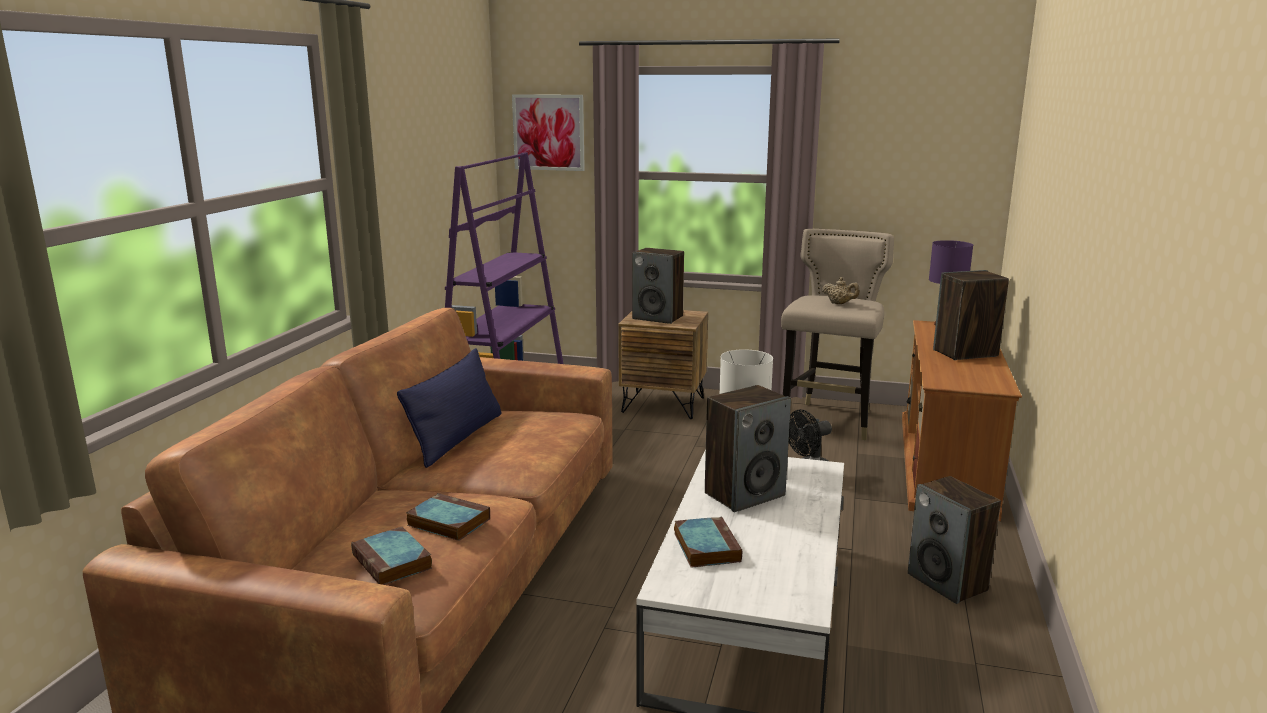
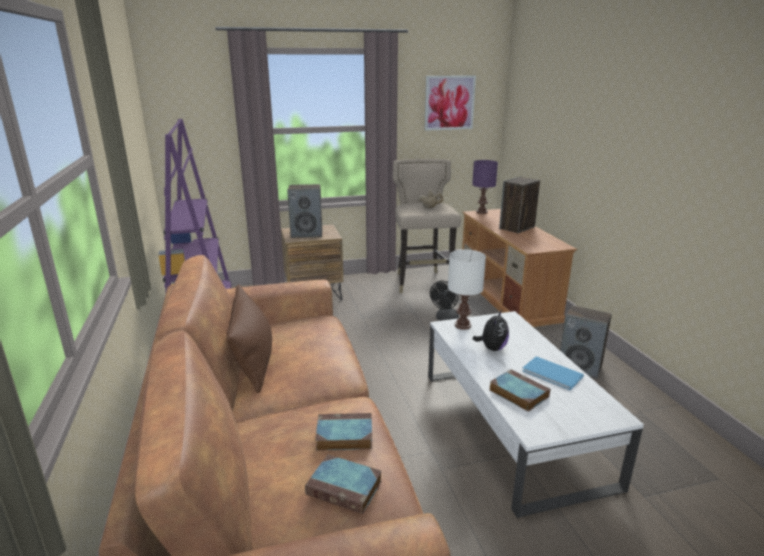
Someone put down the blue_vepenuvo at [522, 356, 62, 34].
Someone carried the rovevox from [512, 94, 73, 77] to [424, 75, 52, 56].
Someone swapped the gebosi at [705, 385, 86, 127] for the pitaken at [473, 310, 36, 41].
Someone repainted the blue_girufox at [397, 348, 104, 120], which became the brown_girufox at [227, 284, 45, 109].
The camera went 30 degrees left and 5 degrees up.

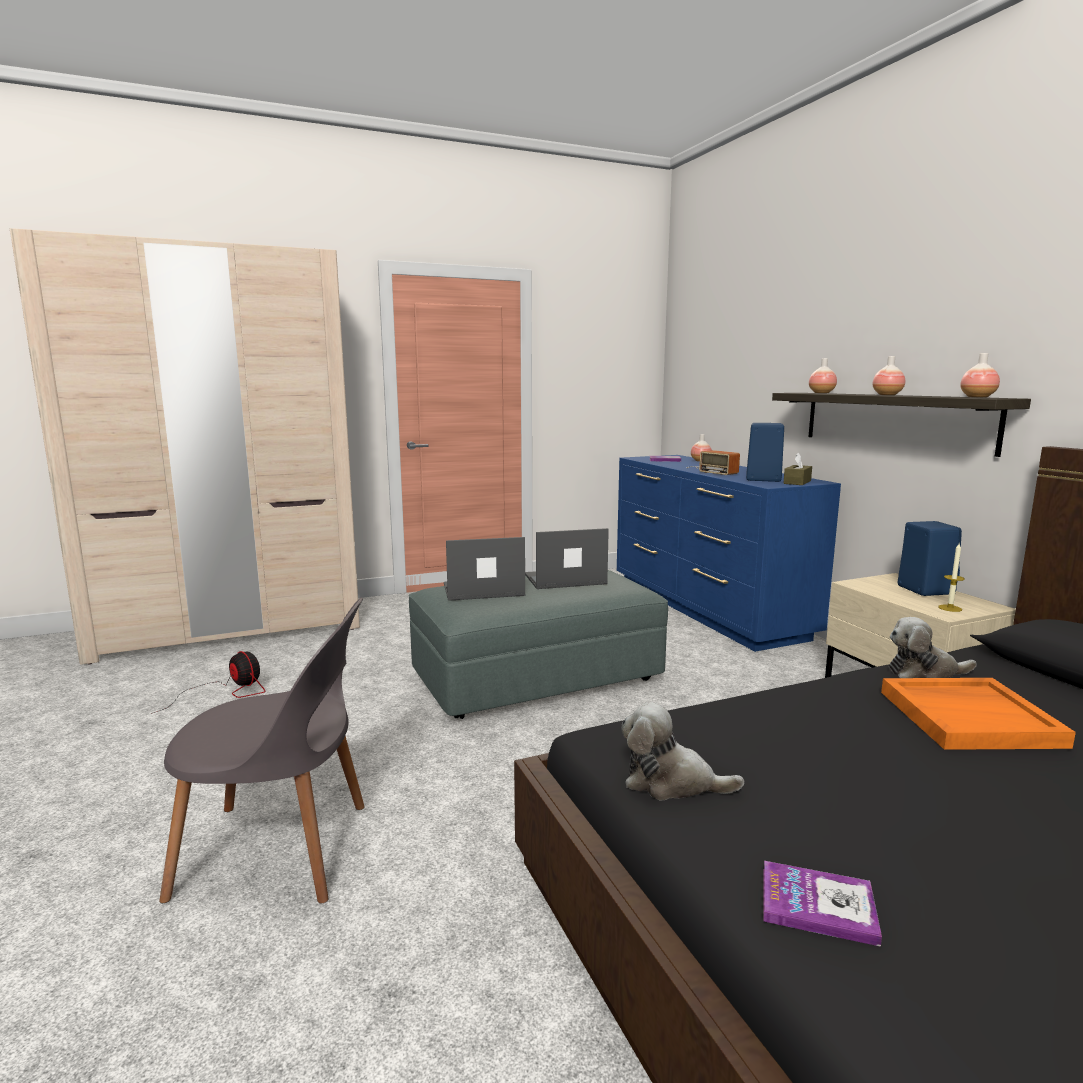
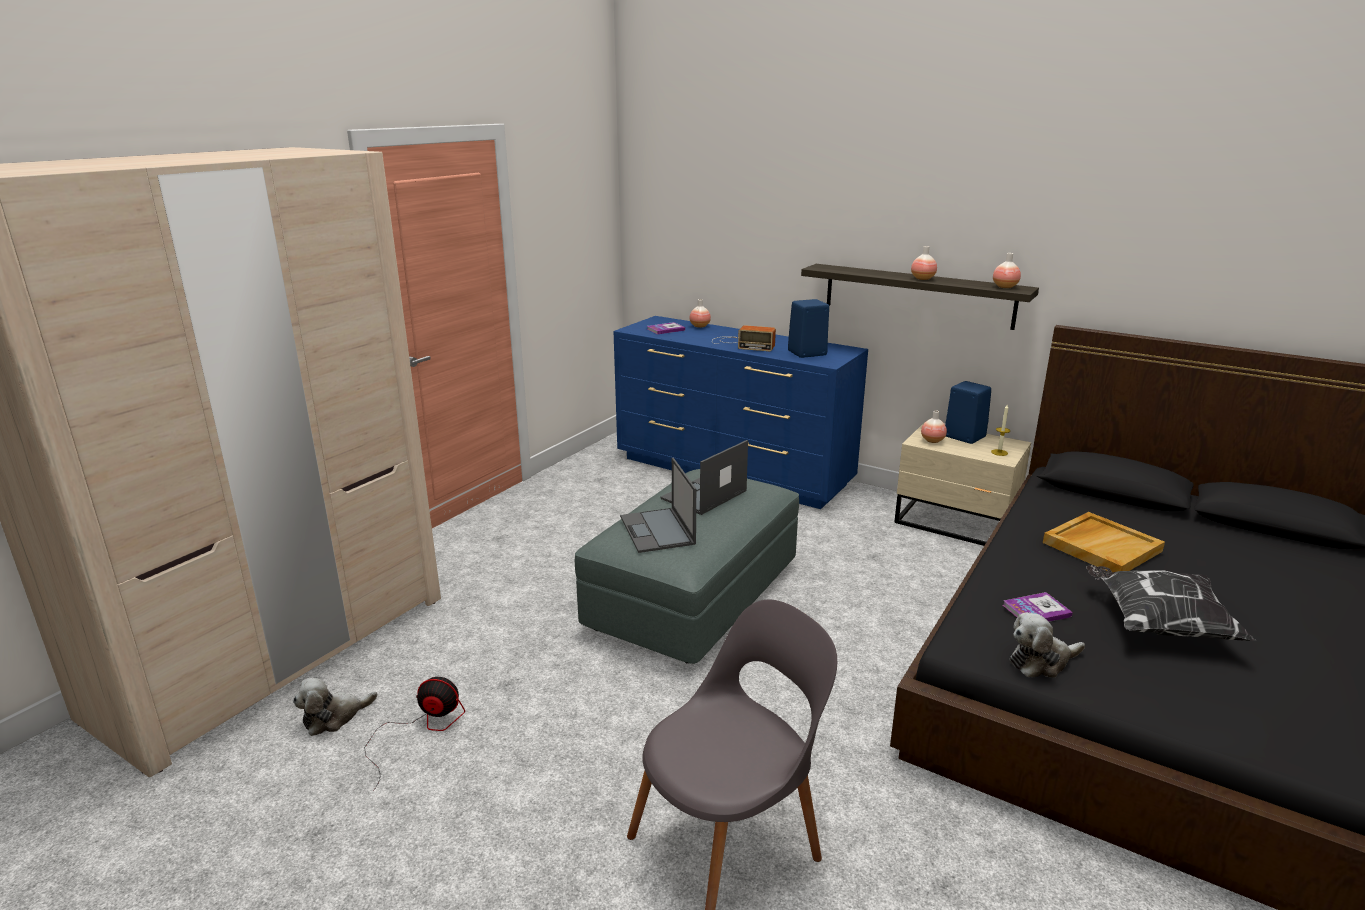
Someone took away the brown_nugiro at [783, 452, 29, 33].
Someone put down the girufox at [1086, 565, 170, 76].
Someone carried the vepenuvo from [764, 861, 118, 86] to [1003, 592, 70, 30].
Someone carried the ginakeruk from [809, 358, 28, 35] to [921, 410, 26, 33].
Someone carried the pitaken from [889, 617, 88, 61] to [293, 678, 84, 58].
Someone repainted the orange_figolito at [881, 678, 195, 72], which became the beige_figolito at [1043, 512, 122, 60].
Someone rotated the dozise at [444, 537, 81, 64] by 60 degrees counterclockwise.
The camera went 35 degrees left and 10 degrees up.

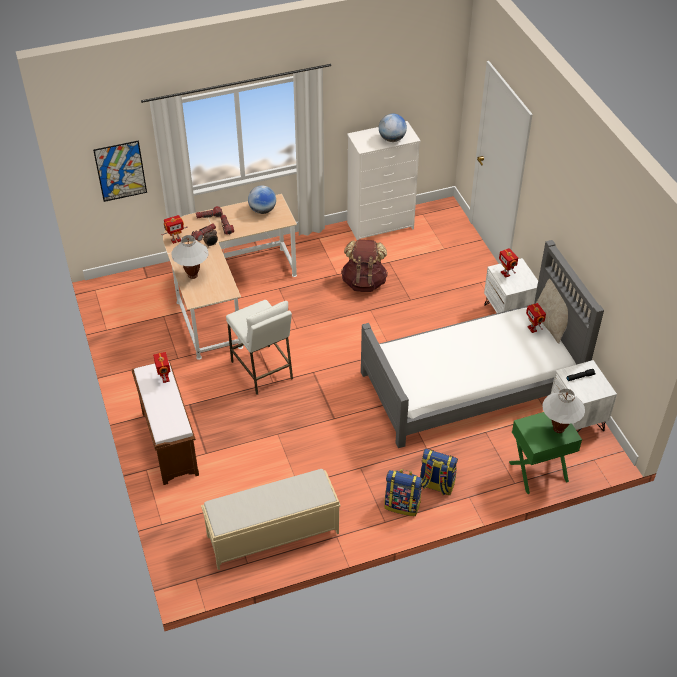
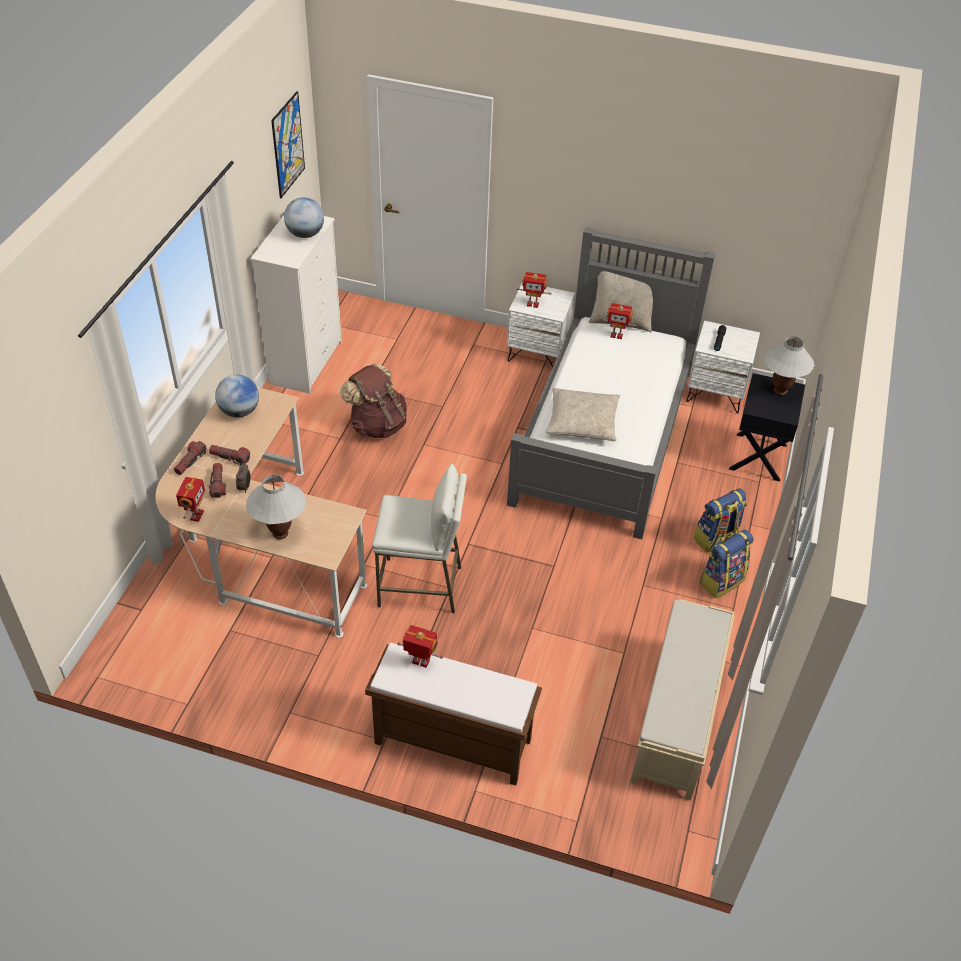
Someone put down the beige_girufox at [546, 388, 74, 53].
Someone carried the rovevox from [93, 140, 54, 62] to [271, 91, 34, 107].
Someone repainted the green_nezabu at [509, 412, 73, 82], which became the black_nezabu at [729, 373, 76, 108].
The camera went 55 degrees left and 0 degrees up.

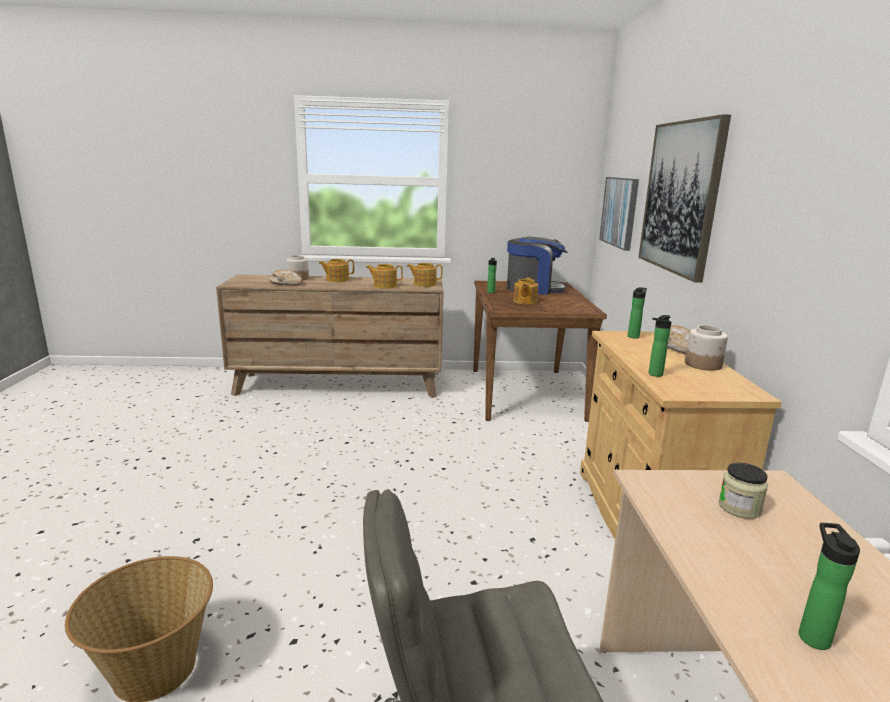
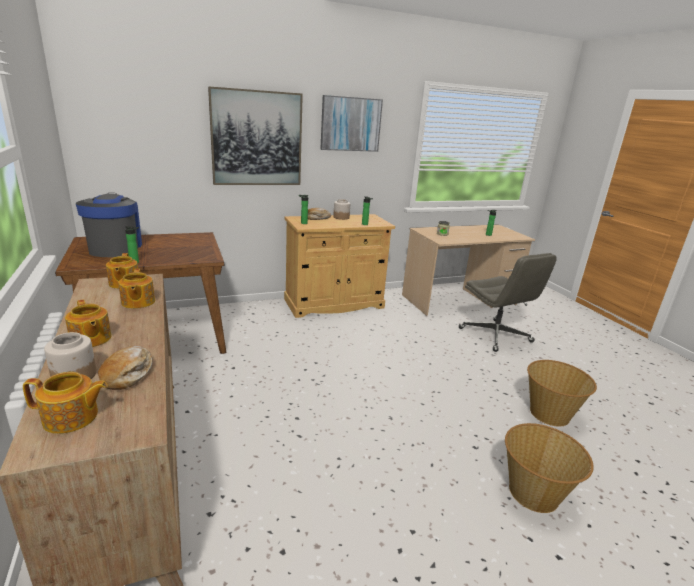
Someone put down the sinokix at [505, 423, 89, 90].
Someone carried the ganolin from [513, 277, 25, 27] to [23, 372, 85, 62].
Someone carried the rovevox from [599, 177, 40, 74] to [320, 95, 63, 57].
The camera went 110 degrees left and 5 degrees up.

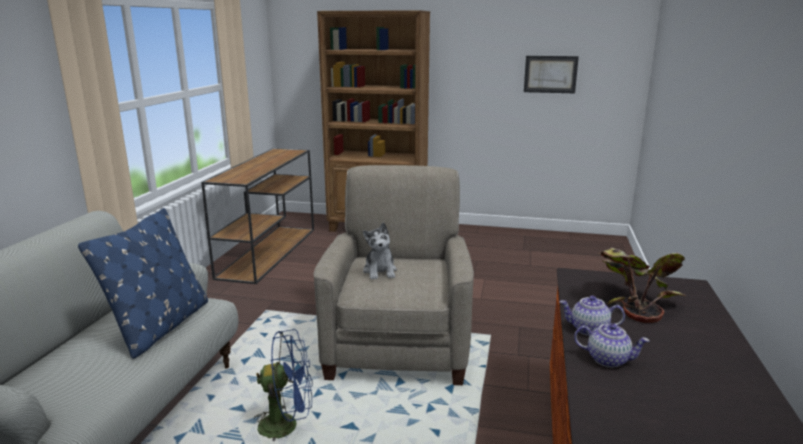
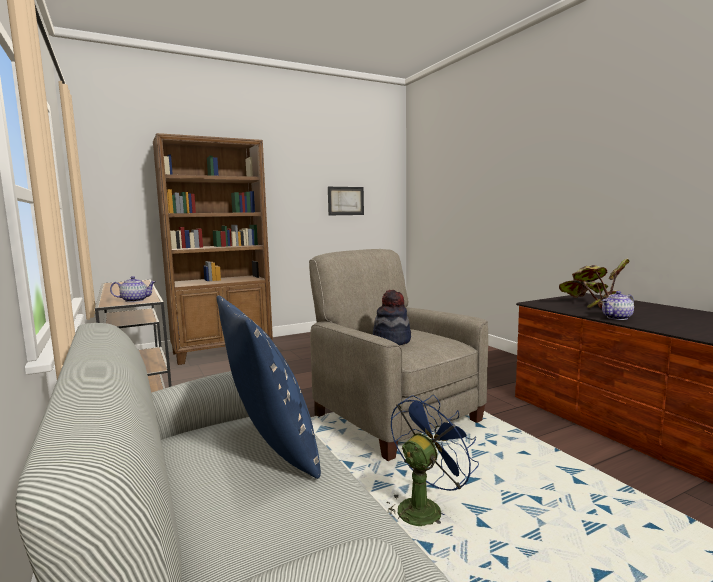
Someone carried the ganolin from [574, 323, 76, 45] to [110, 276, 46, 26].
Someone swapped the pitaken at [363, 222, 34, 58] for the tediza at [373, 290, 38, 55].
The camera went 40 degrees left and 10 degrees down.

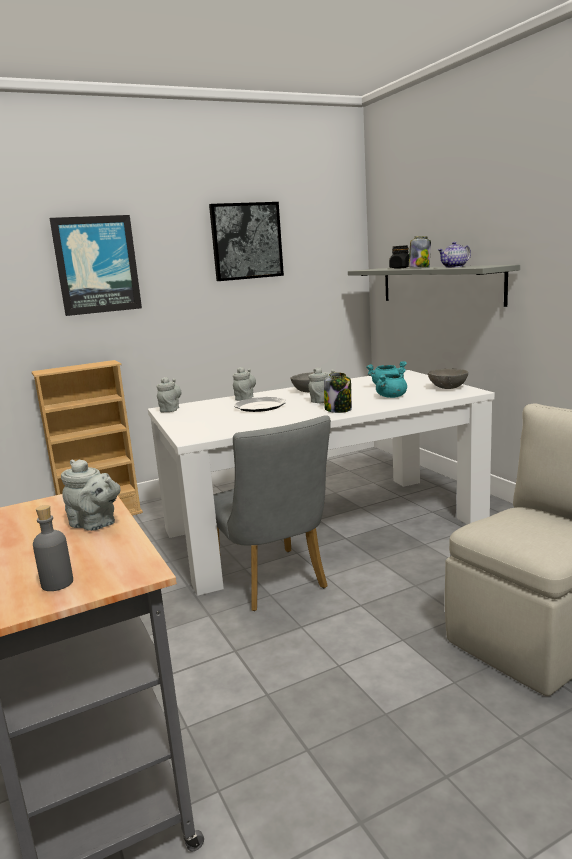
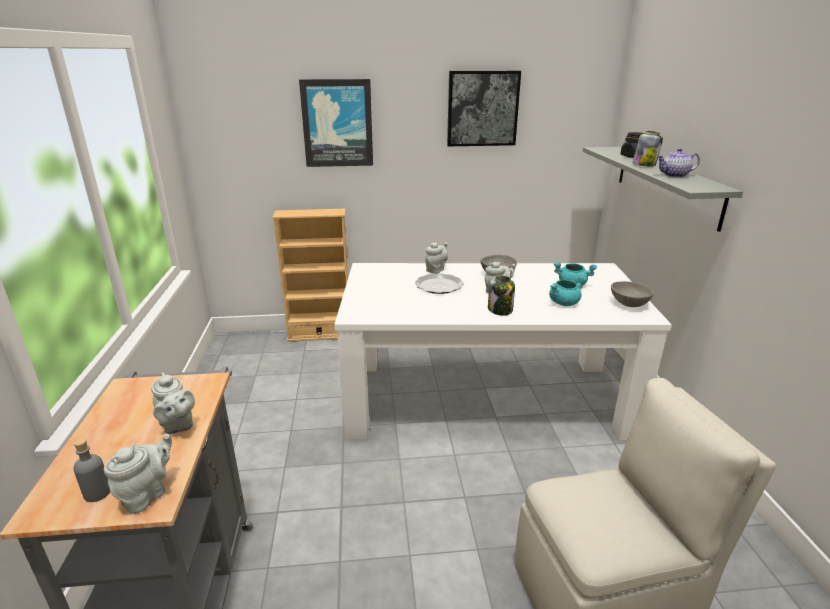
Someone took away the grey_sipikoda at [213, 415, 118, 196].
Someone carried the grey_ganolin from [156, 377, 26, 35] to [104, 434, 68, 80].
The camera went 20 degrees right and 10 degrees up.

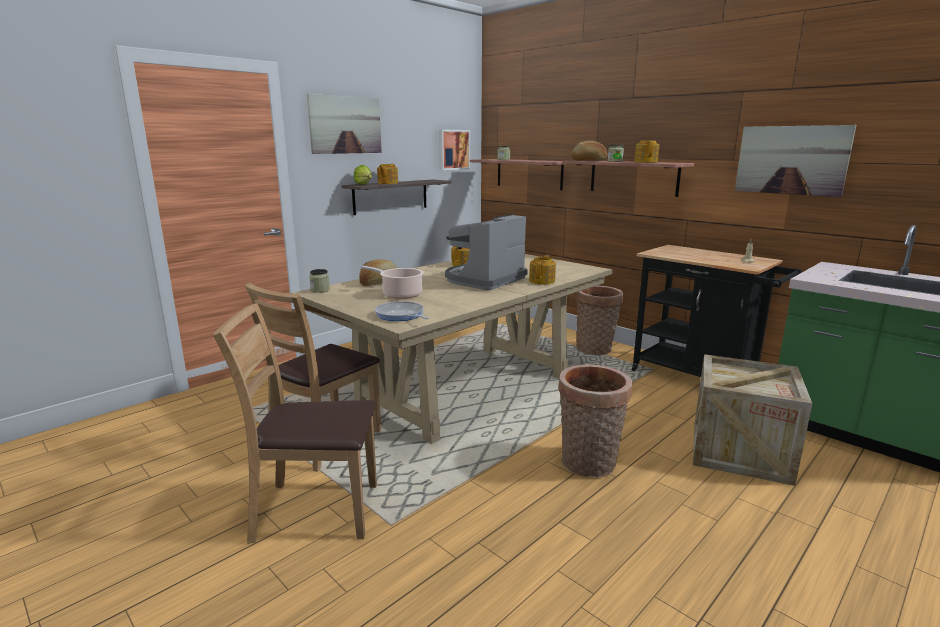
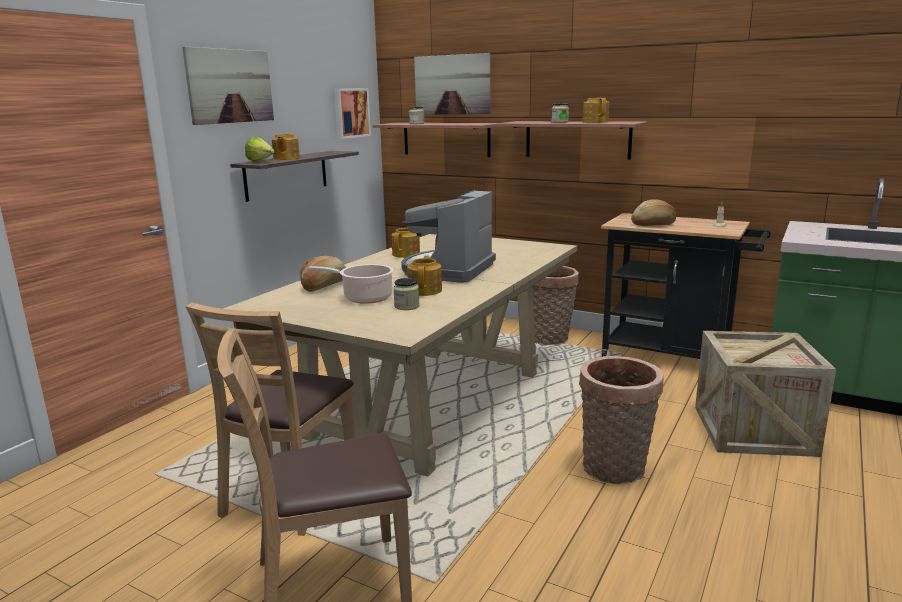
Someone took away the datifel at [375, 301, 54, 20].
Someone carried the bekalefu from [309, 269, 21, 24] to [393, 278, 27, 32].
Someone carried the ganolin from [529, 255, 27, 30] to [407, 255, 35, 41].
Someone carried the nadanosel from [571, 141, 37, 20] to [631, 199, 45, 27].
Someone carried the rovevox from [735, 125, 121, 72] to [414, 53, 76, 61].
The camera went 15 degrees left and 0 degrees up.

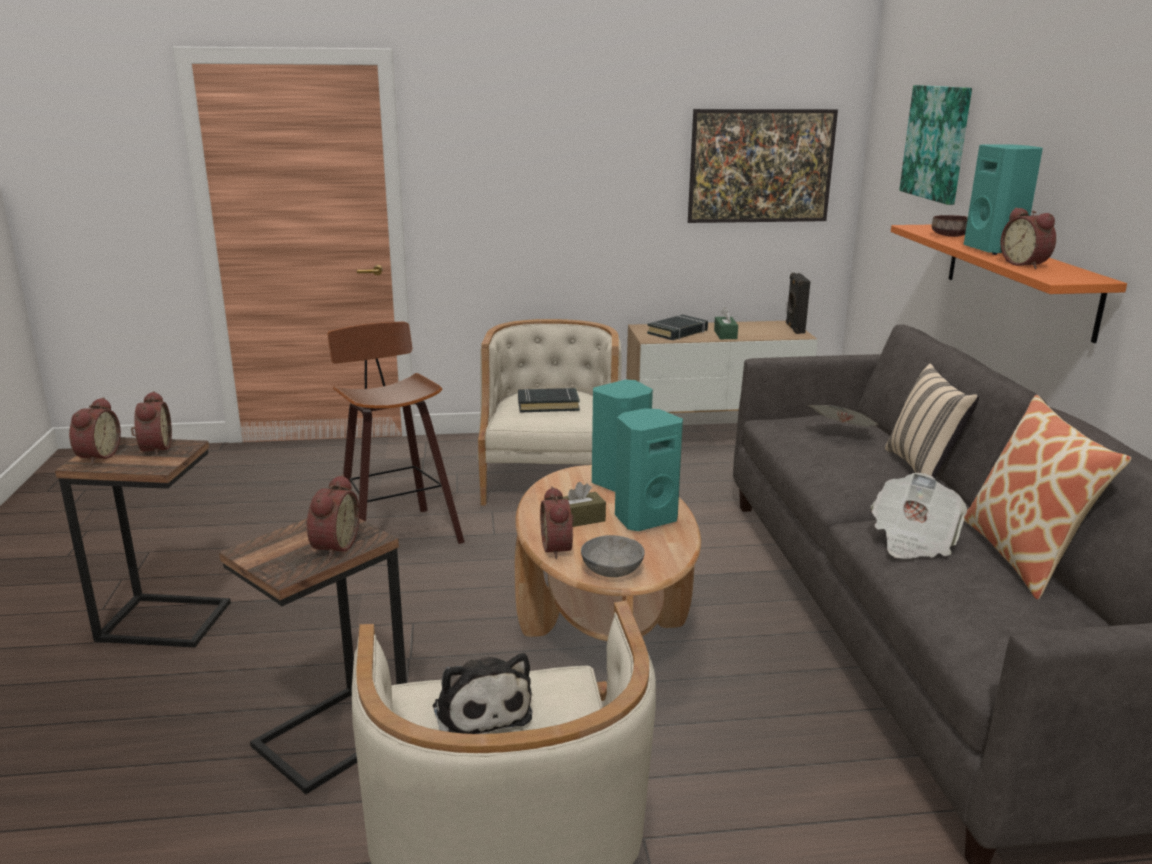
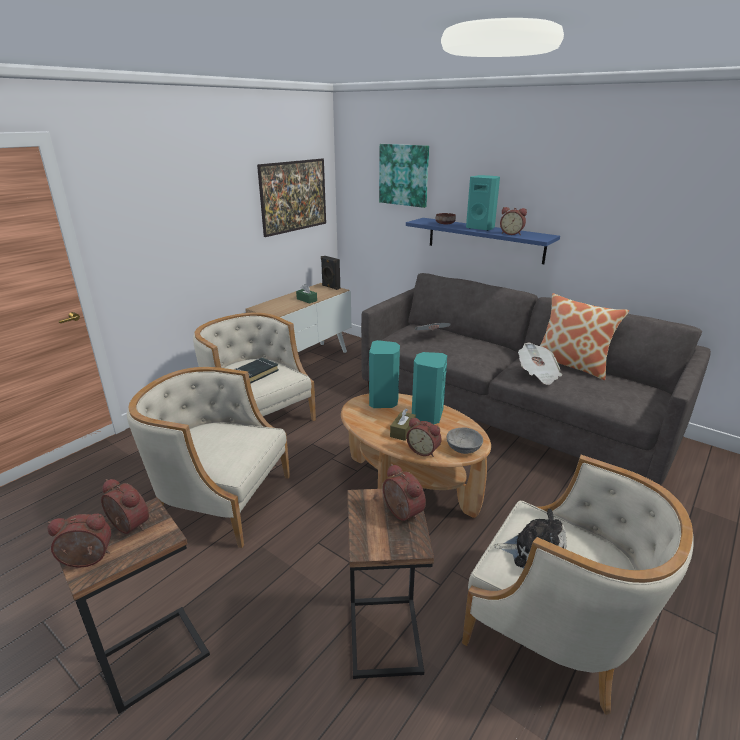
Someone took away the black_vepenuvo at [647, 315, 61, 25].
Someone took away the beige_girufox at [885, 364, 94, 114].
Someone swapped the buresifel at [327, 322, 138, 222] for the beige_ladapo at [127, 367, 163, 181].
Someone repainted the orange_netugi at [891, 225, 236, 118], which became the blue_netugi at [406, 218, 154, 46].
Someone rotated the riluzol at [69, 397, 52, 68] by 60 degrees counterclockwise.
The camera went 45 degrees left and 5 degrees up.

